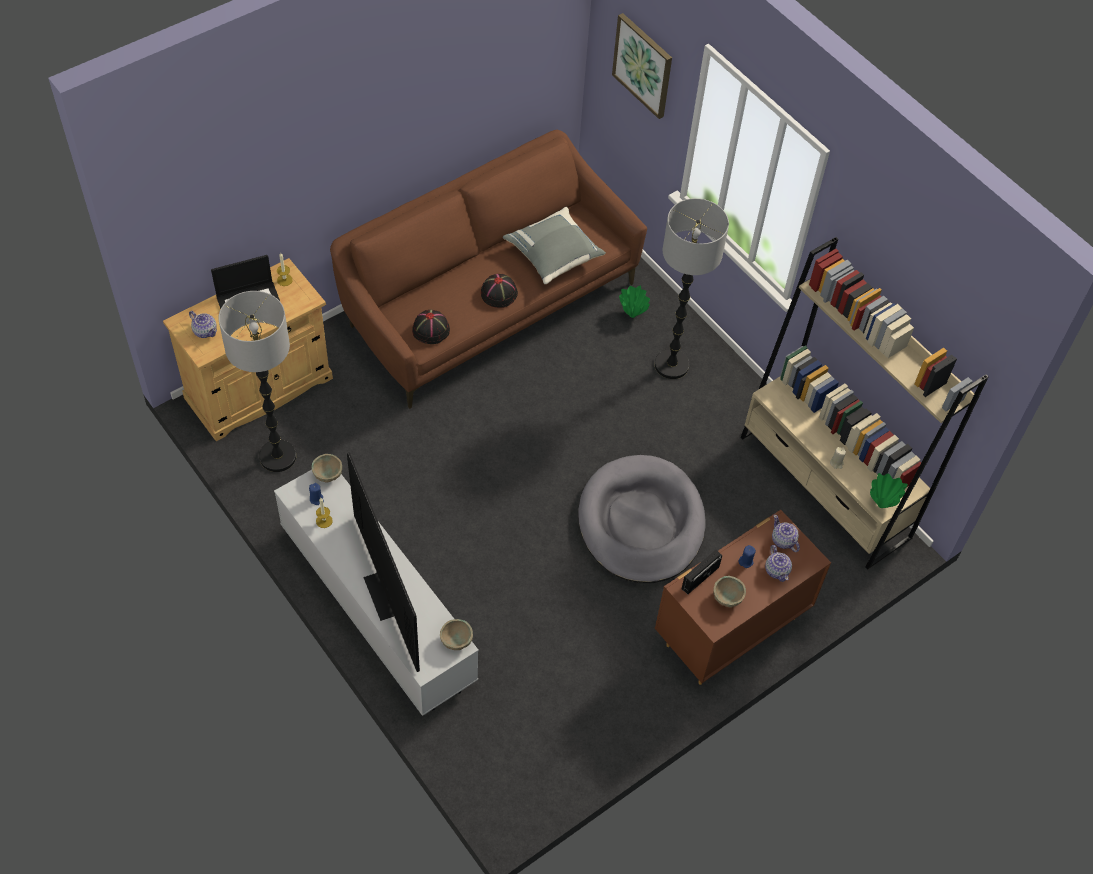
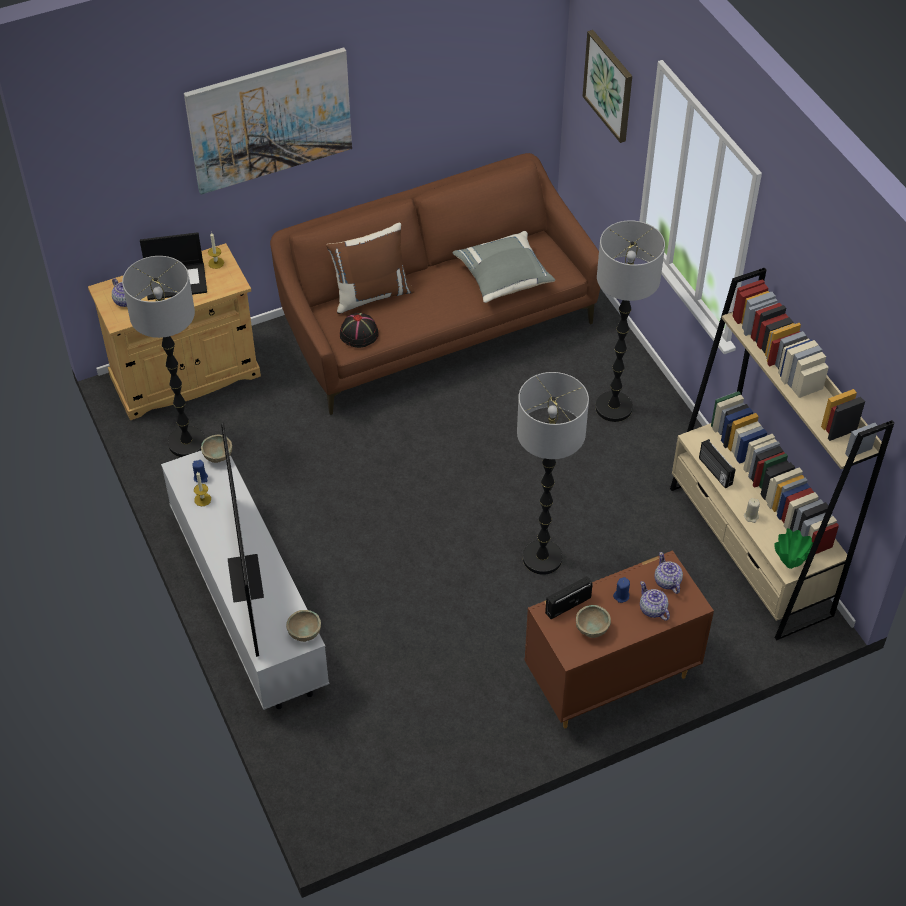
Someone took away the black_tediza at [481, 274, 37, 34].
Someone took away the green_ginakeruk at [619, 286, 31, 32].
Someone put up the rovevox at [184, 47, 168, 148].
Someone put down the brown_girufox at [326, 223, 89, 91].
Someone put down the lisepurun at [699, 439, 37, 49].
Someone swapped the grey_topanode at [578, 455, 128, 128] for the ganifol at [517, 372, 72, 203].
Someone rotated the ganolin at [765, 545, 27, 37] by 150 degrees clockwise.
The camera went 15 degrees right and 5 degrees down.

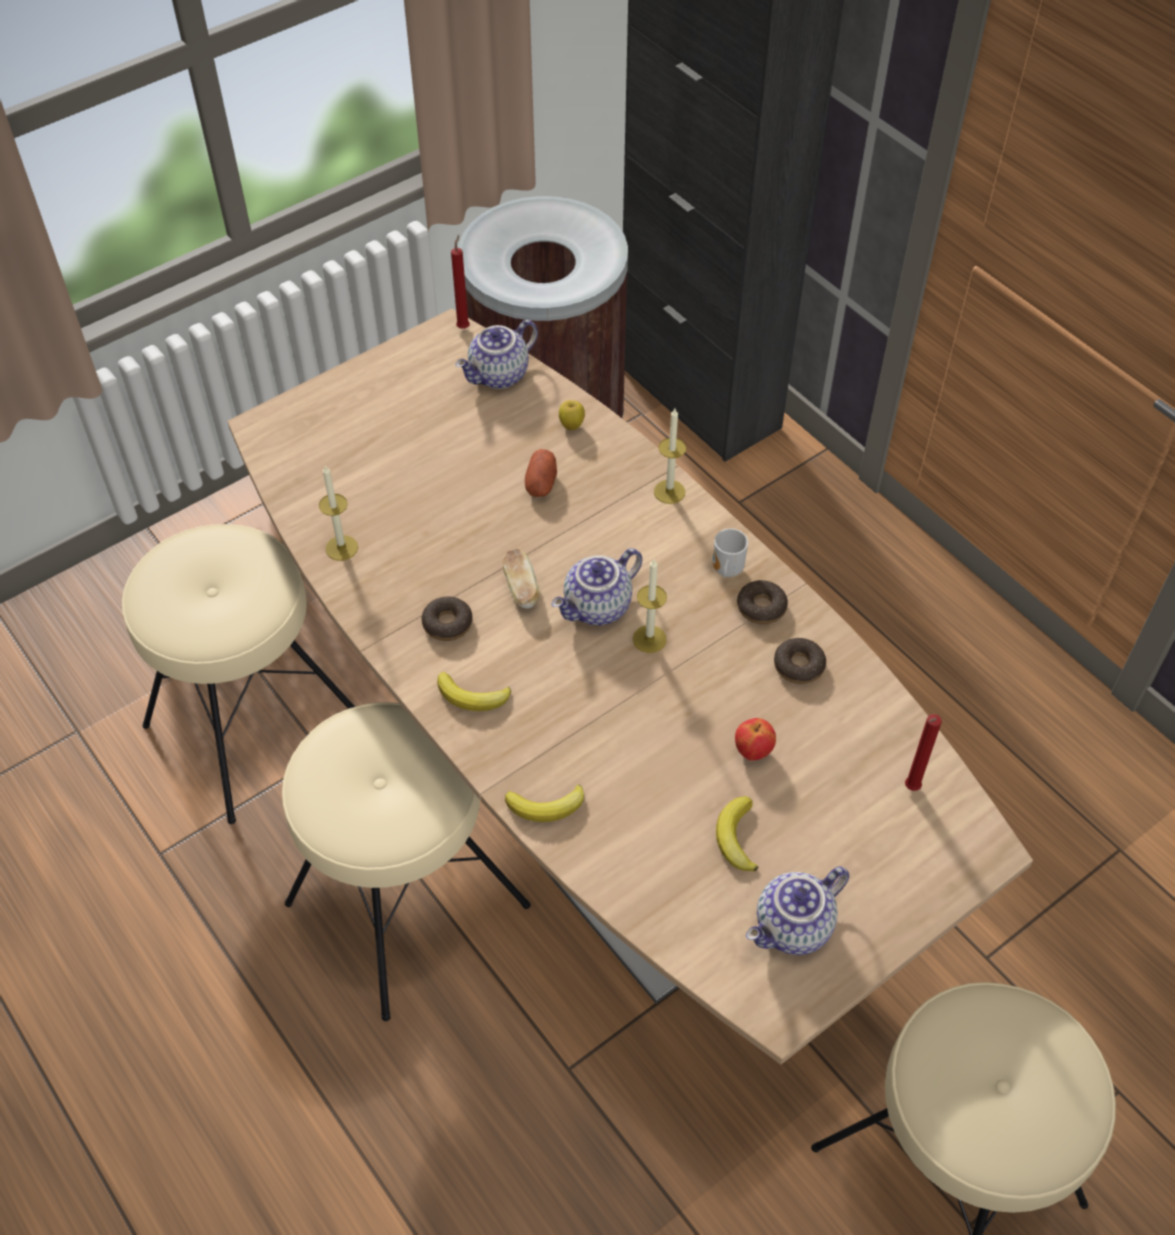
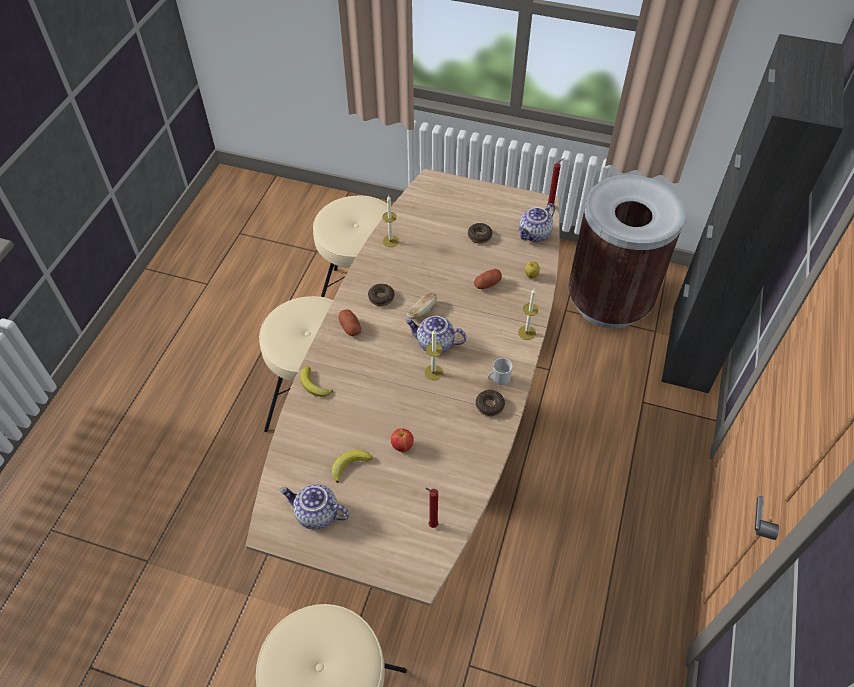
Someone carried the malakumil from [774, 638, 52, 46] to [468, 223, 24, 21].
Someone swapped the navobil at [437, 672, 74, 39] for the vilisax at [338, 310, 23, 26].
Someone rotated the ganolin at [455, 320, 83, 69] by 60 degrees counterclockwise.
The camera went 55 degrees right and 0 degrees up.

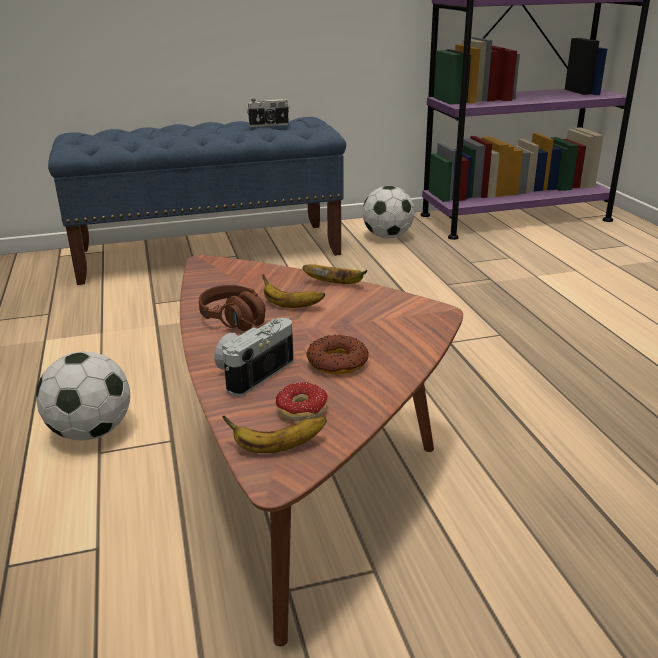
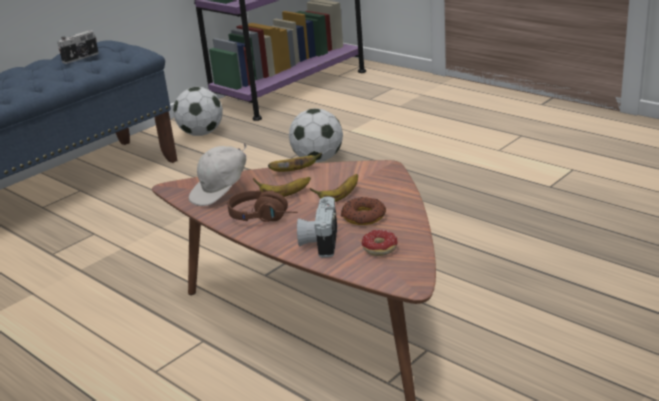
Someone put down the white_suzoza at [189, 142, 58, 64].
Someone carried the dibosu from [36, 351, 94, 89] to [289, 108, 54, 55].
Someone carried the navobil from [222, 416, 105, 37] to [310, 174, 48, 28].
The camera went 30 degrees left and 0 degrees up.

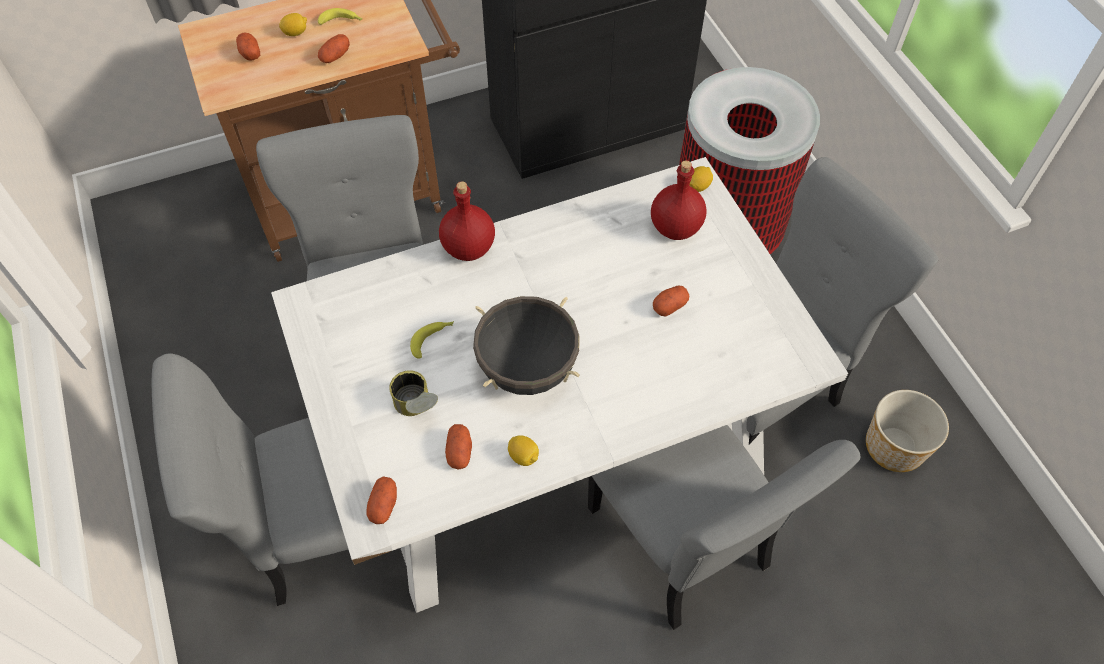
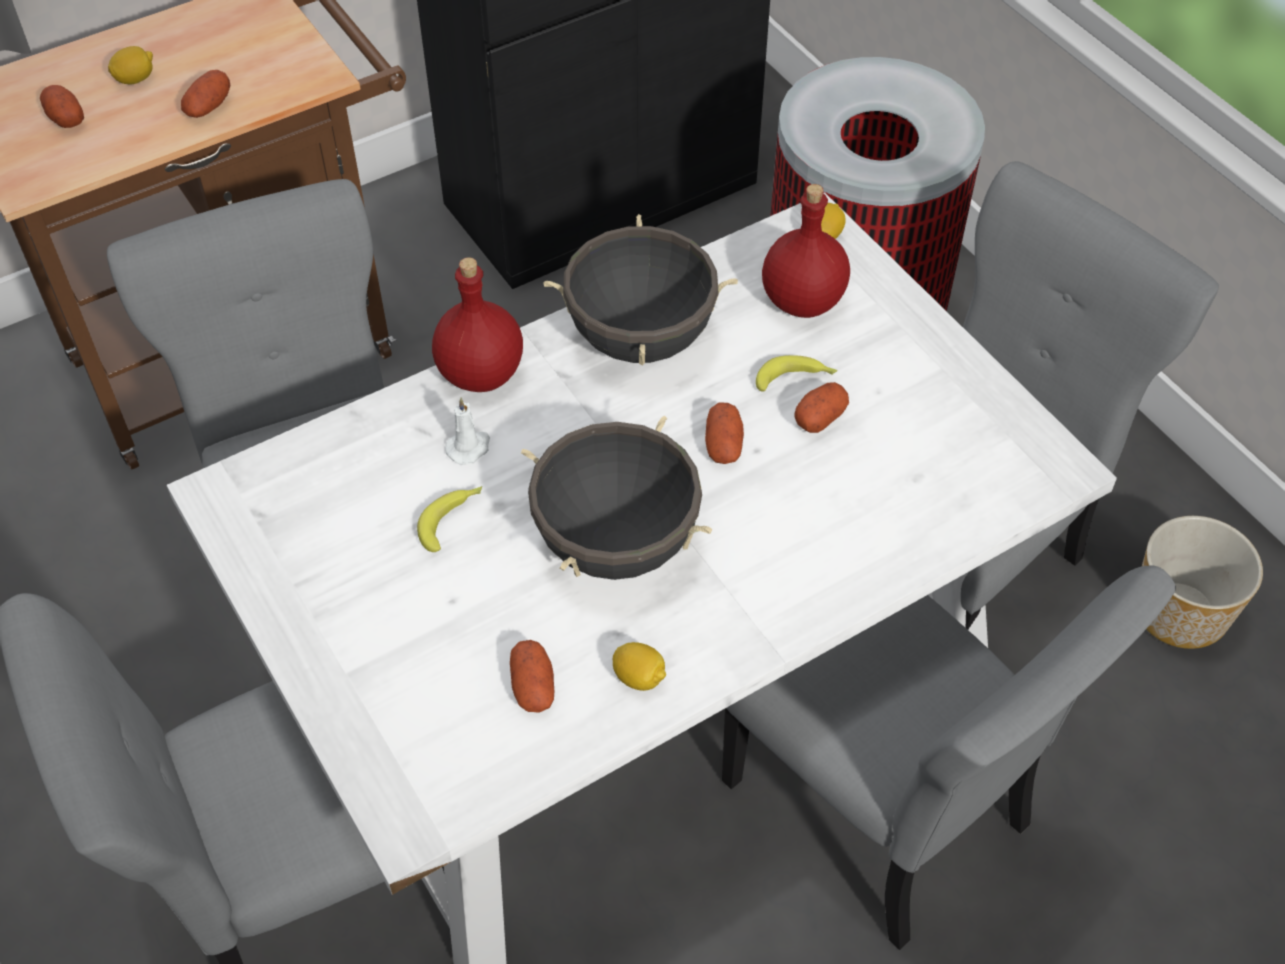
Someone took away the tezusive at [389, 370, 49, 46].
Someone put down the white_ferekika at [445, 397, 45, 68].
Someone put down the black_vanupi at [543, 214, 195, 152].
Someone carried the navobil from [318, 8, 45, 17] to [756, 355, 82, 36].
Someone carried the vilisax from [367, 476, 30, 48] to [705, 402, 39, 62].
The camera went 10 degrees left and 5 degrees down.

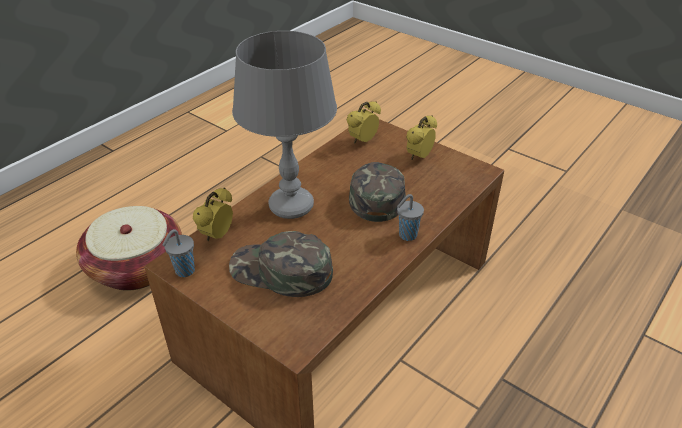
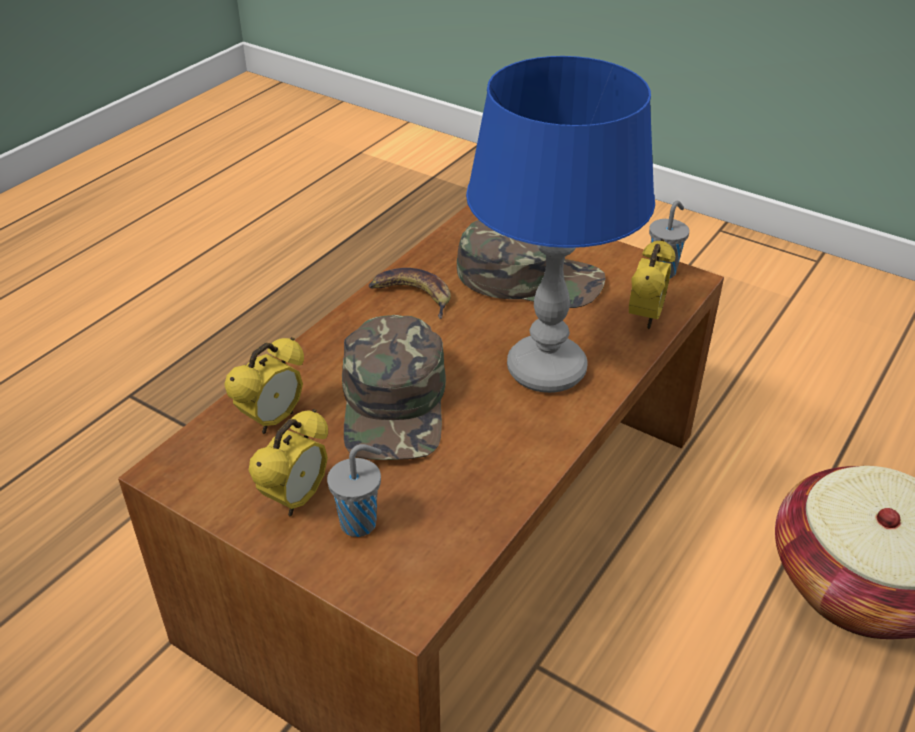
Someone put down the navobil at [369, 268, 82, 51].
Someone carried the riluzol from [347, 102, 34, 42] to [224, 337, 80, 97].
Someone carried the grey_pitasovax from [397, 194, 27, 47] to [327, 444, 55, 93].
Someone repainted the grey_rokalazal at [232, 31, 105, 188], which became the blue_rokalazal at [466, 56, 189, 337].
The camera went 175 degrees right and 0 degrees up.

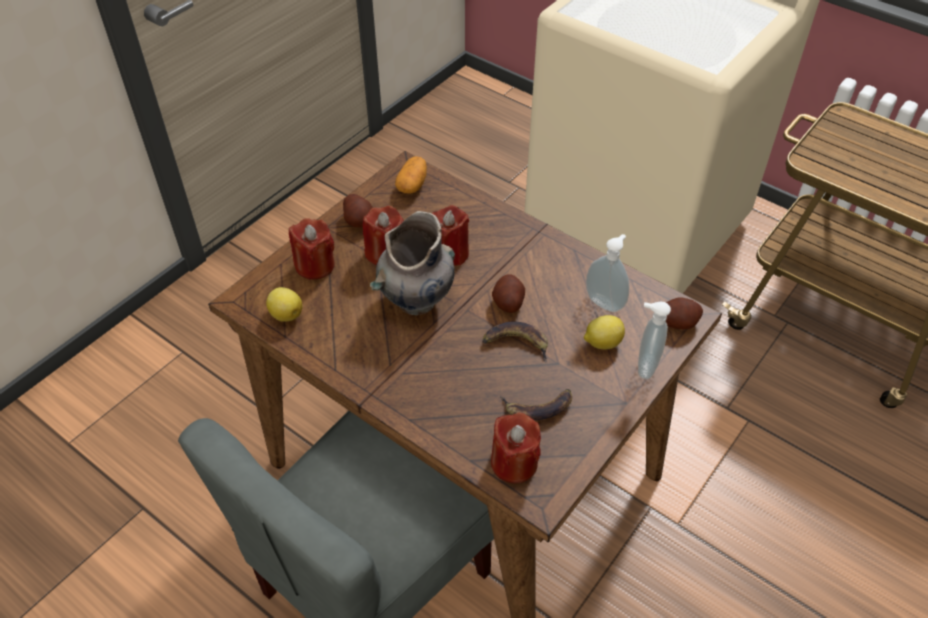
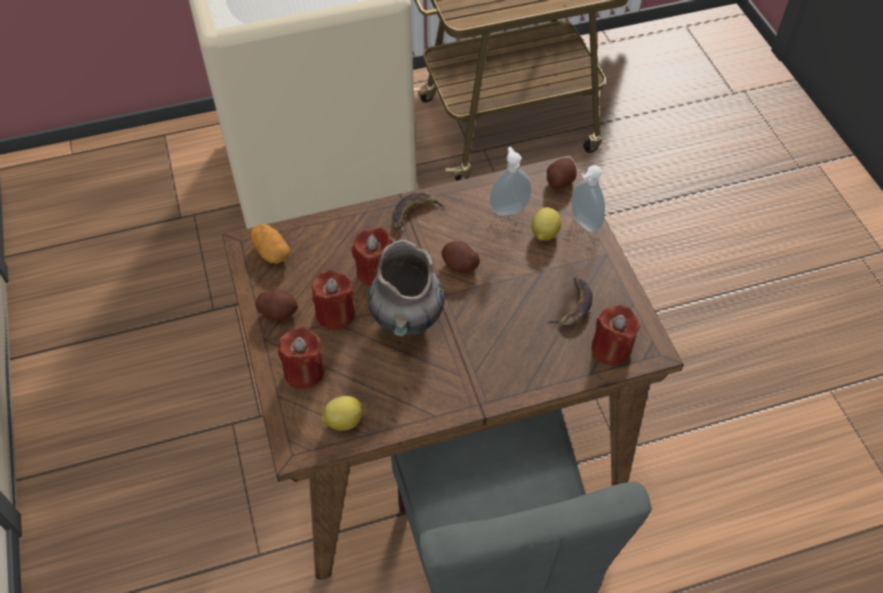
Someone carried the navobil from [482, 321, 66, 42] to [392, 192, 54, 38].
The camera went 55 degrees left and 5 degrees up.

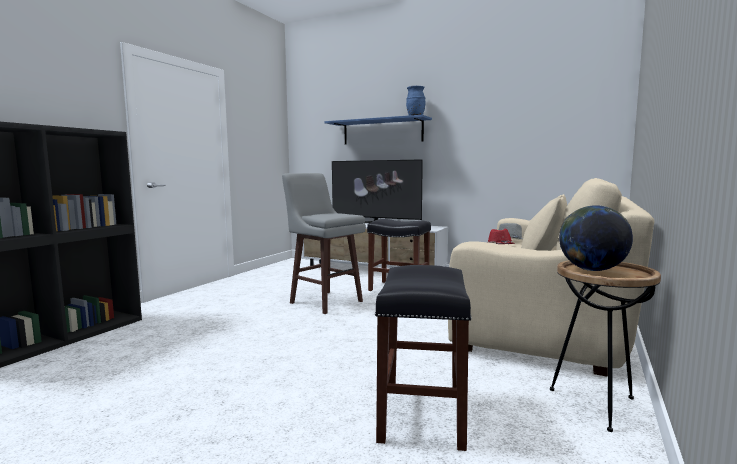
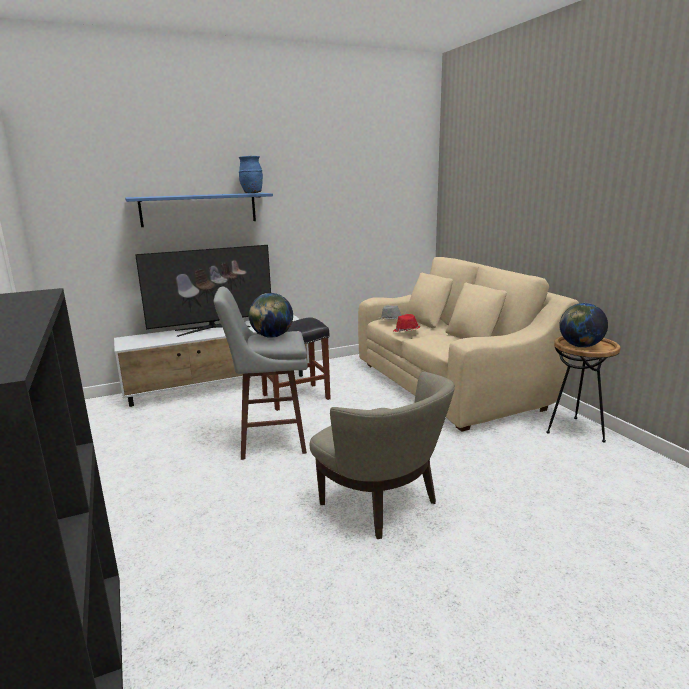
Someone took away the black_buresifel at [375, 265, 97, 186].
Someone put down the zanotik at [249, 293, 44, 45].
Someone put down the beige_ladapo at [310, 372, 145, 167].
The camera went 50 degrees left and 10 degrees up.

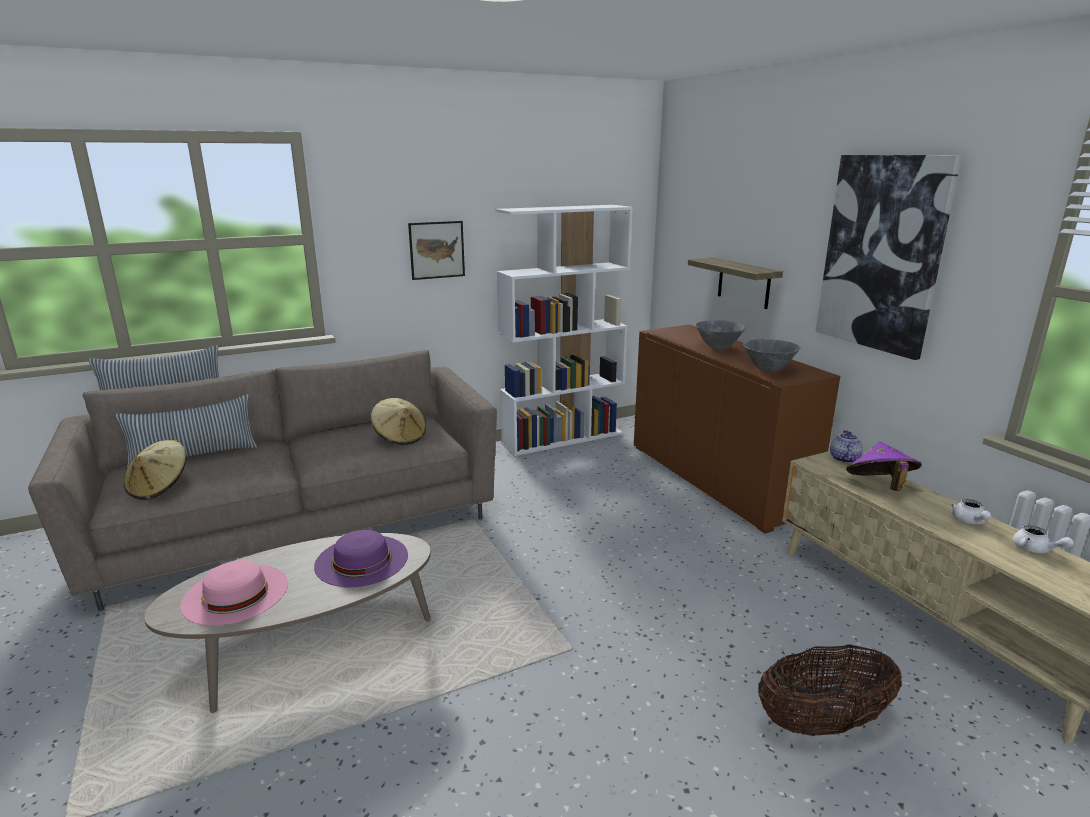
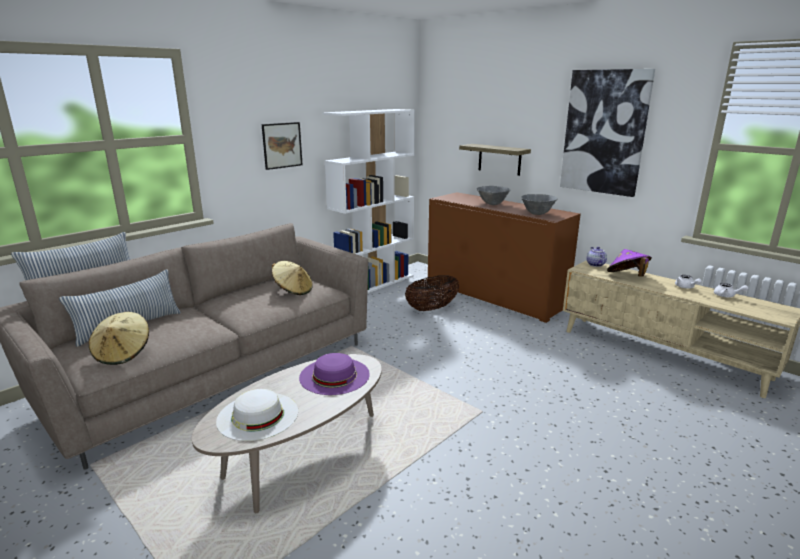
Someone carried the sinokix from [758, 644, 144, 92] to [405, 275, 54, 36].
Someone repainted the pink_tediza at [181, 560, 107, 66], which became the white_tediza at [216, 389, 82, 52].
The camera went 20 degrees left and 0 degrees up.

